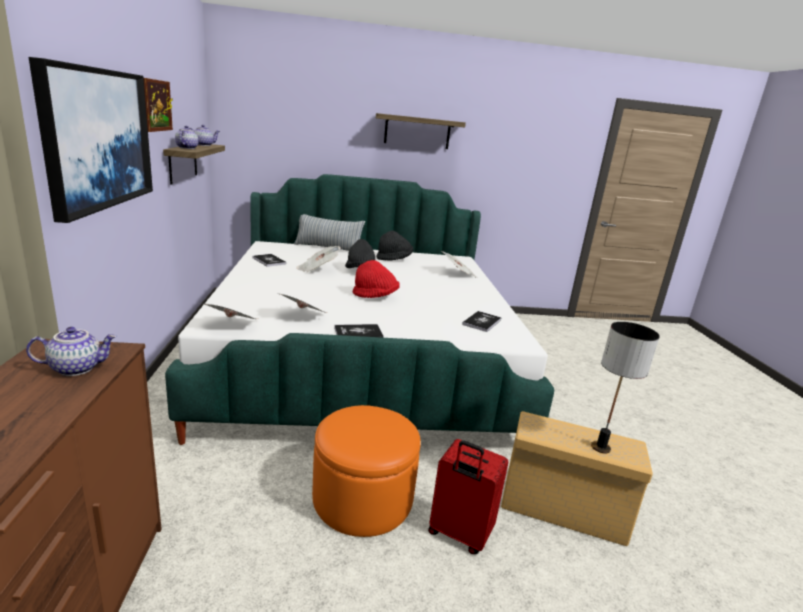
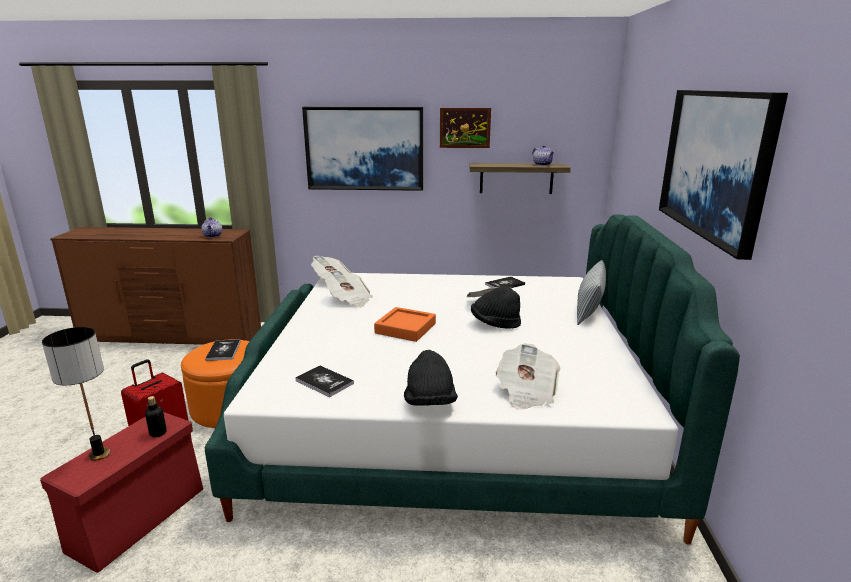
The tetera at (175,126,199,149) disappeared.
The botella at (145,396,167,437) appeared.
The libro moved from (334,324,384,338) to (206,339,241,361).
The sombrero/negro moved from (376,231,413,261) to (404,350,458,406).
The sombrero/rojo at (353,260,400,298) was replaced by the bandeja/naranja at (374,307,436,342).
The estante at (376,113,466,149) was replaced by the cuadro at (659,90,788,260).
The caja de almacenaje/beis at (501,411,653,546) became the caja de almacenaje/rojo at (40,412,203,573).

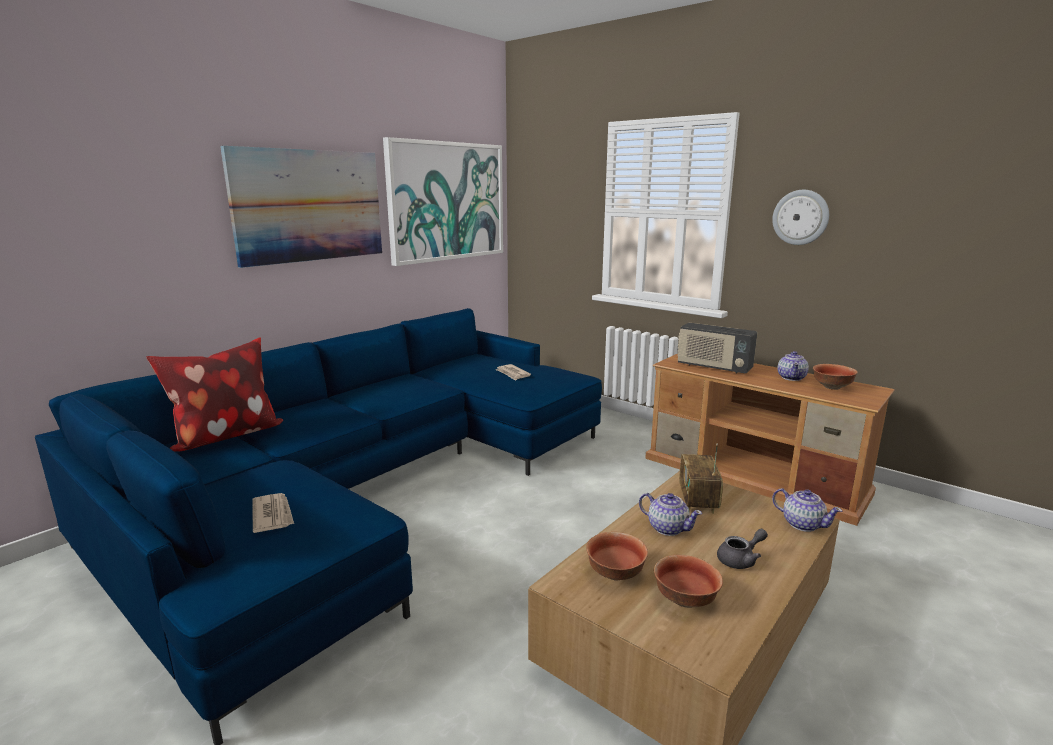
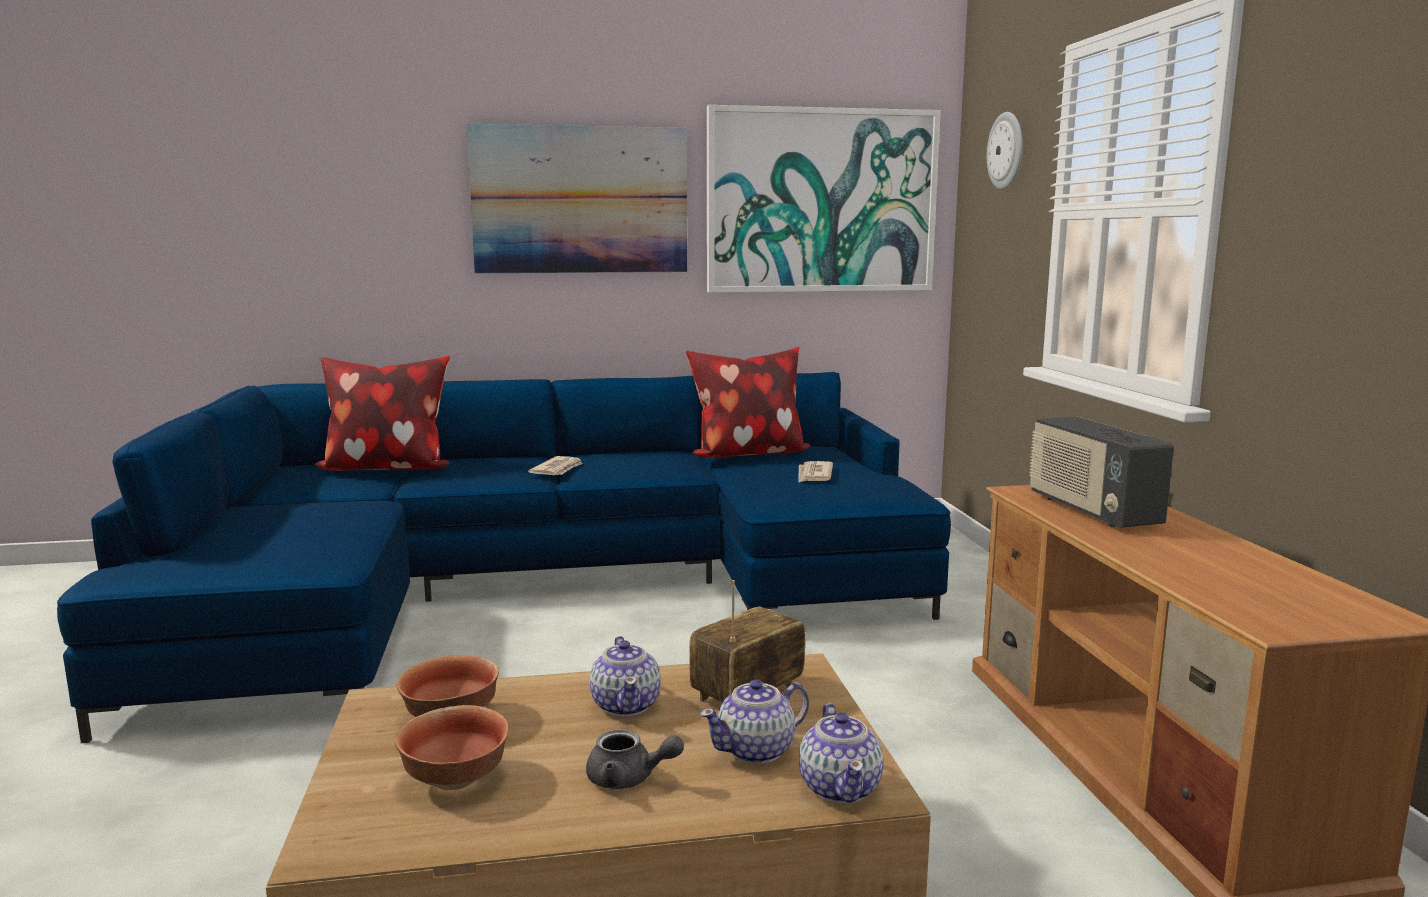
The cuenco at (813,364,858,390) disappeared.
The cojín at (686,347,810,458) appeared.
The periódico moved from (252,493,294,533) to (528,456,583,475).
The reloj de pared moved from (772,190,829,245) to (987,112,1022,189).
The tetera moved from (777,351,809,381) to (700,679,809,764).

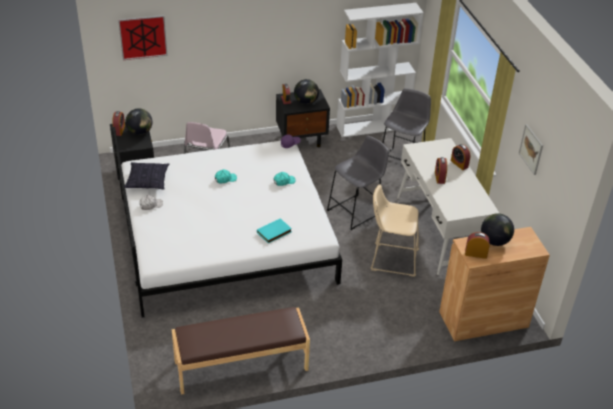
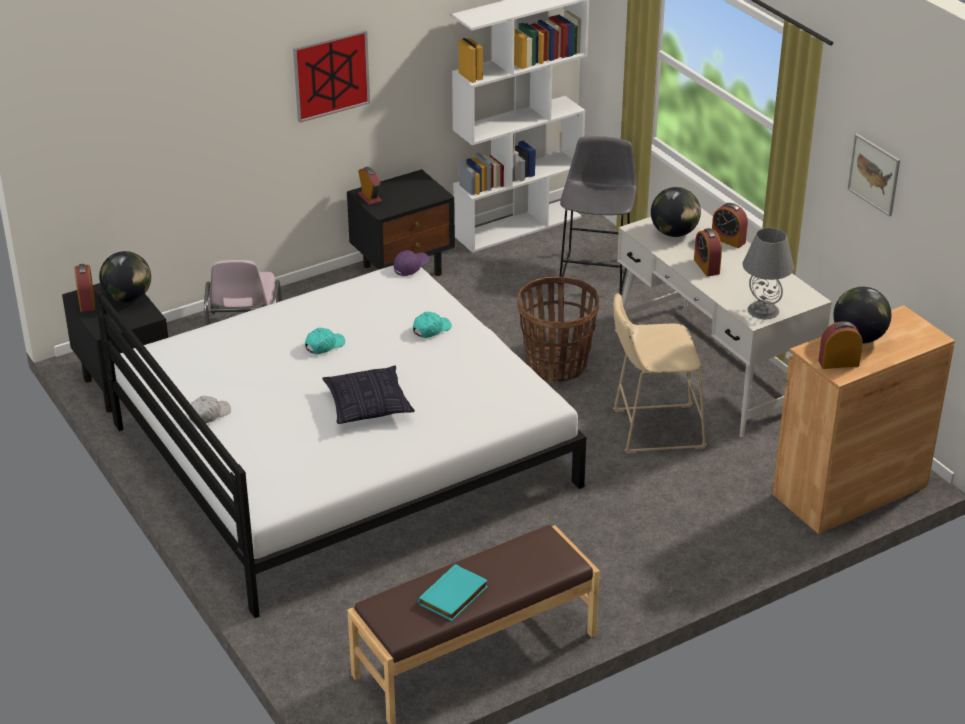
The lámpara de mesa/gris at (743,228,794,319) appeared.
The cuadro moved from (118,15,168,60) to (293,30,370,122).
The cojín moved from (125,162,170,190) to (322,366,415,424).
The libro/turquesa moved from (257,218,292,244) to (418,564,488,621).
The globo terráqueo moved from (294,79,319,105) to (651,187,701,237).
The taburete/gris at (327,136,389,230) was replaced by the cesta at (517,277,599,383).

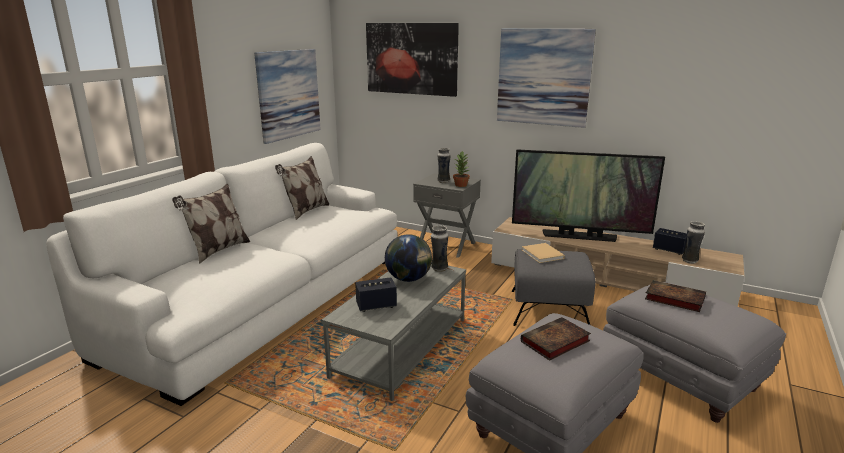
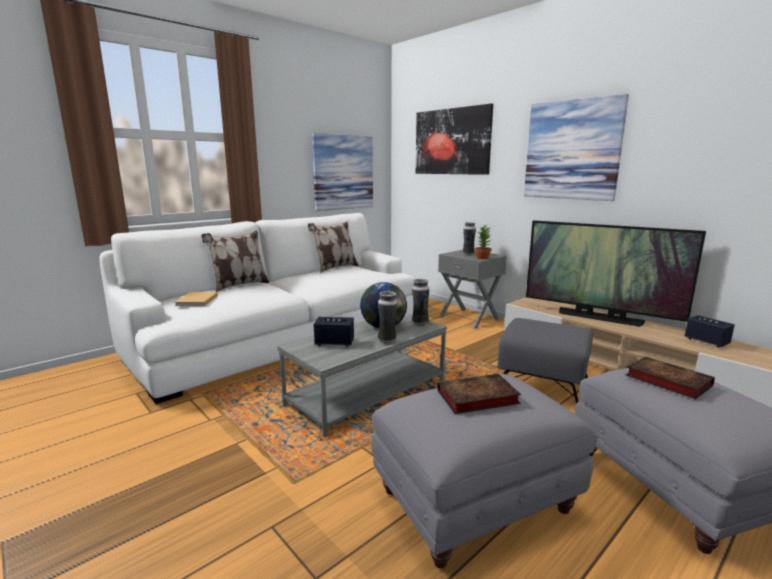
The libro/beis moved from (522,243,565,263) to (175,292,218,306).
The florero moved from (682,221,705,264) to (378,291,397,343).

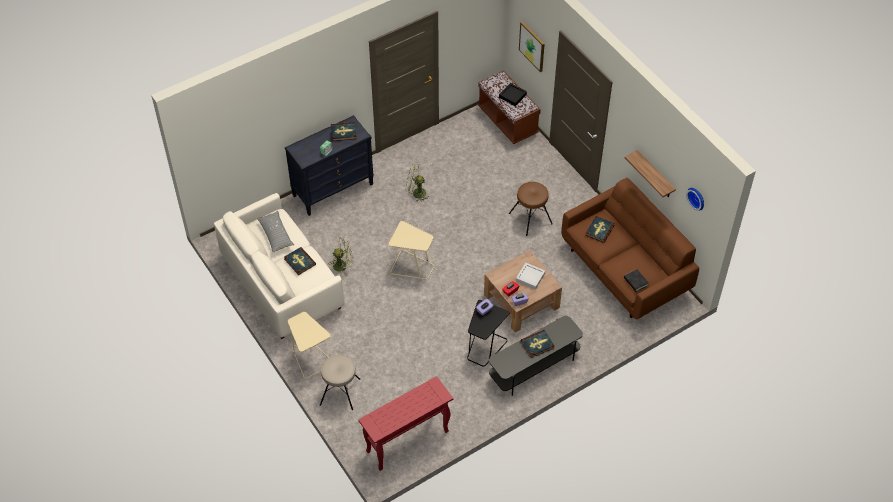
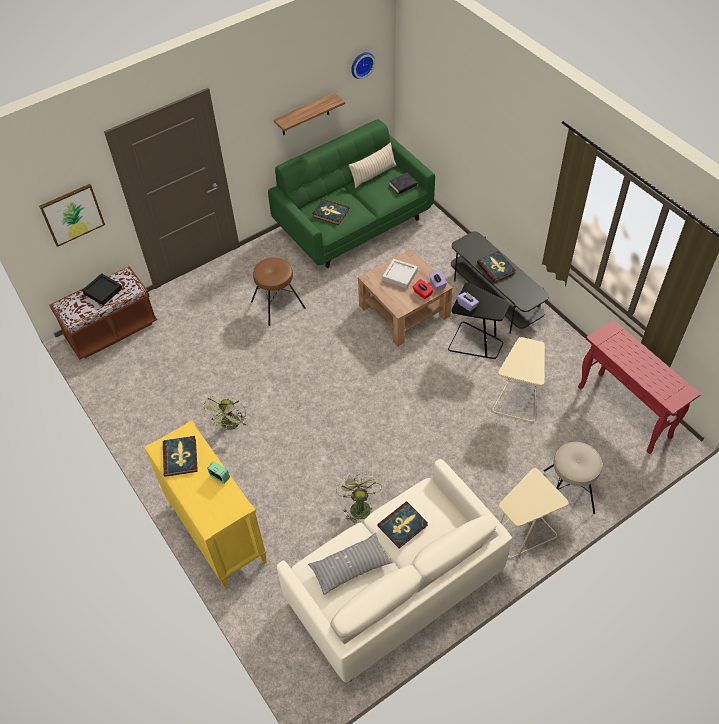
The cojín/beis at (349,142,397,188) appeared.
The mesa auxiliar/beis moved from (389,221,434,279) to (493,337,545,422).
The cómoda/negro at (285,115,374,216) became the cómoda/amarillo at (144,420,267,589).
The sofá/marrón at (561,178,699,319) became the sofá/verde at (268,119,435,268).

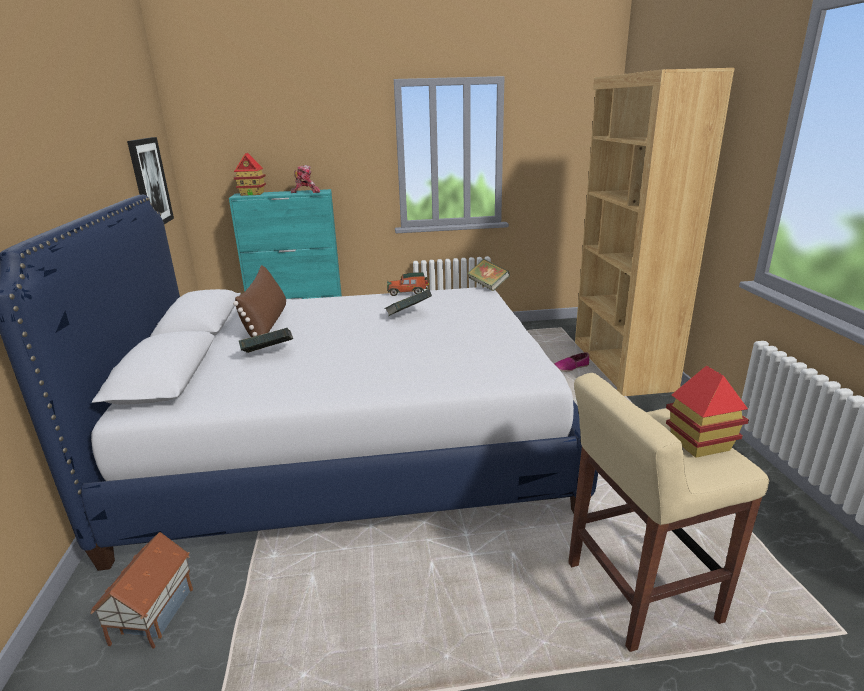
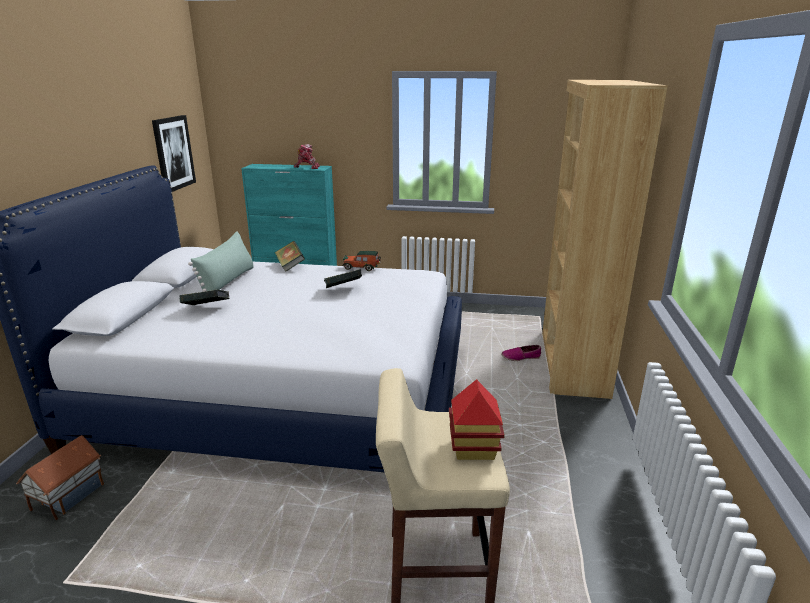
The casita at (234,153,266,196) disappeared.
The libro moved from (467,259,510,291) to (275,241,305,272).
The cojín/marrón at (233,265,286,337) became the cojín/verde at (188,231,253,292).

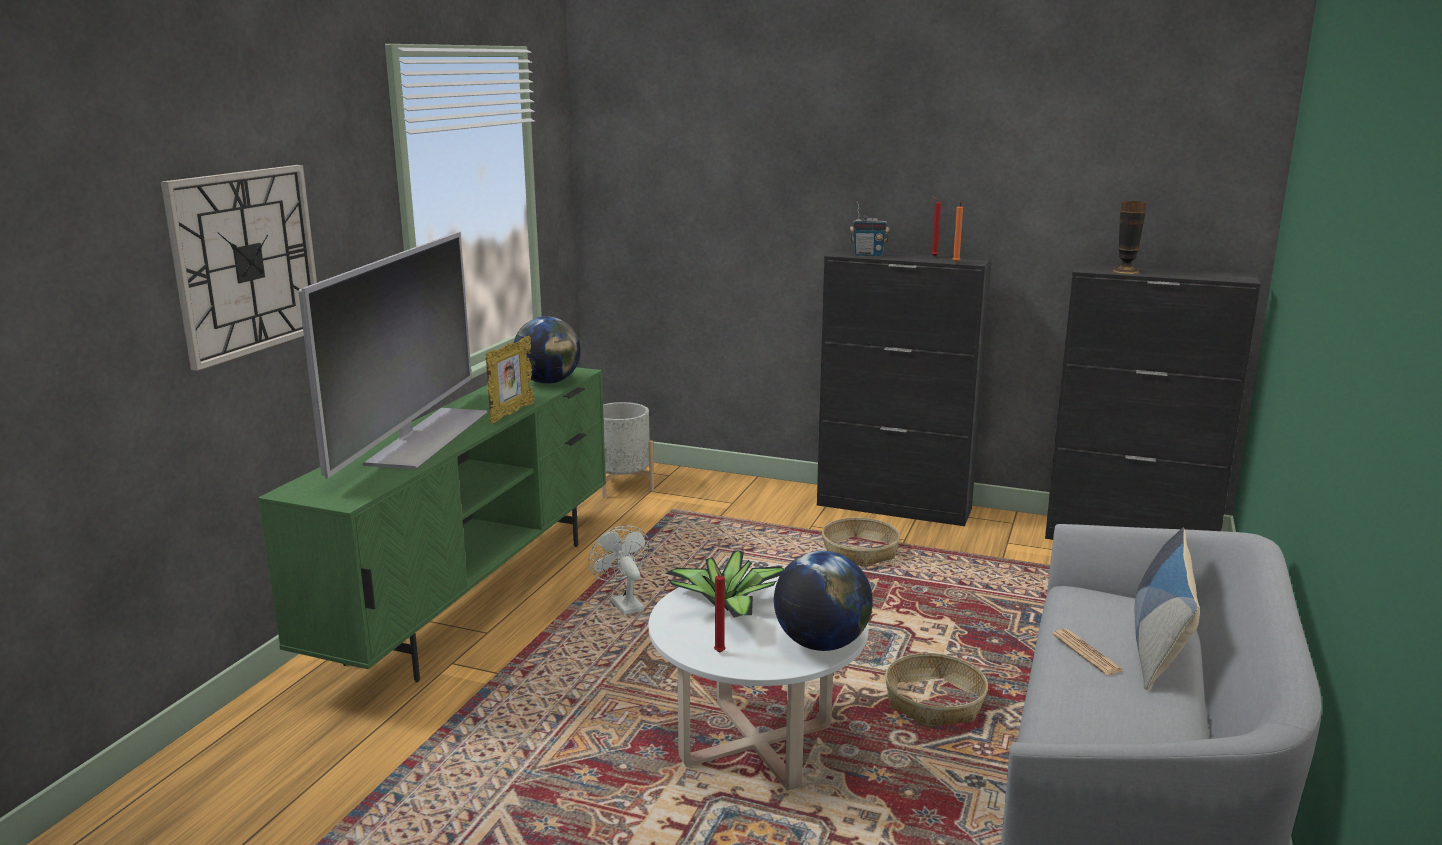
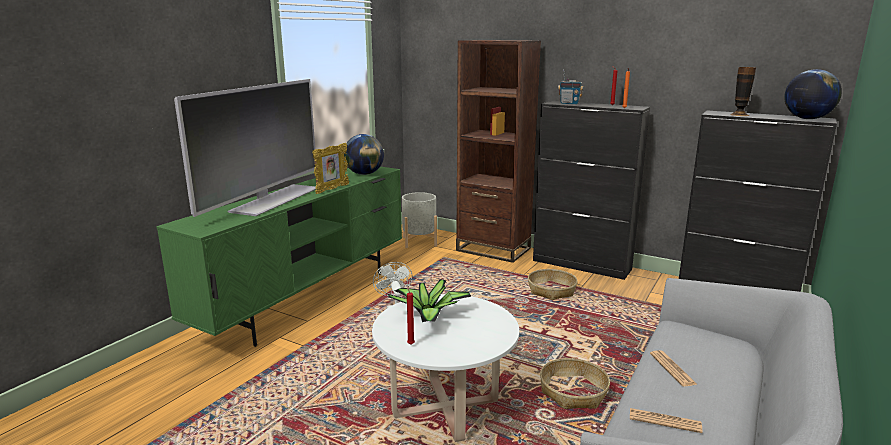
The reloj de pared at (161,165,317,371) disappeared.
The cojín at (1135,528,1200,690) disappeared.
The estantería/marrón at (456,40,541,263) appeared.
The periódico at (630,408,702,433) appeared.
The globo terráqueo moved from (774,551,873,651) to (784,69,842,119).

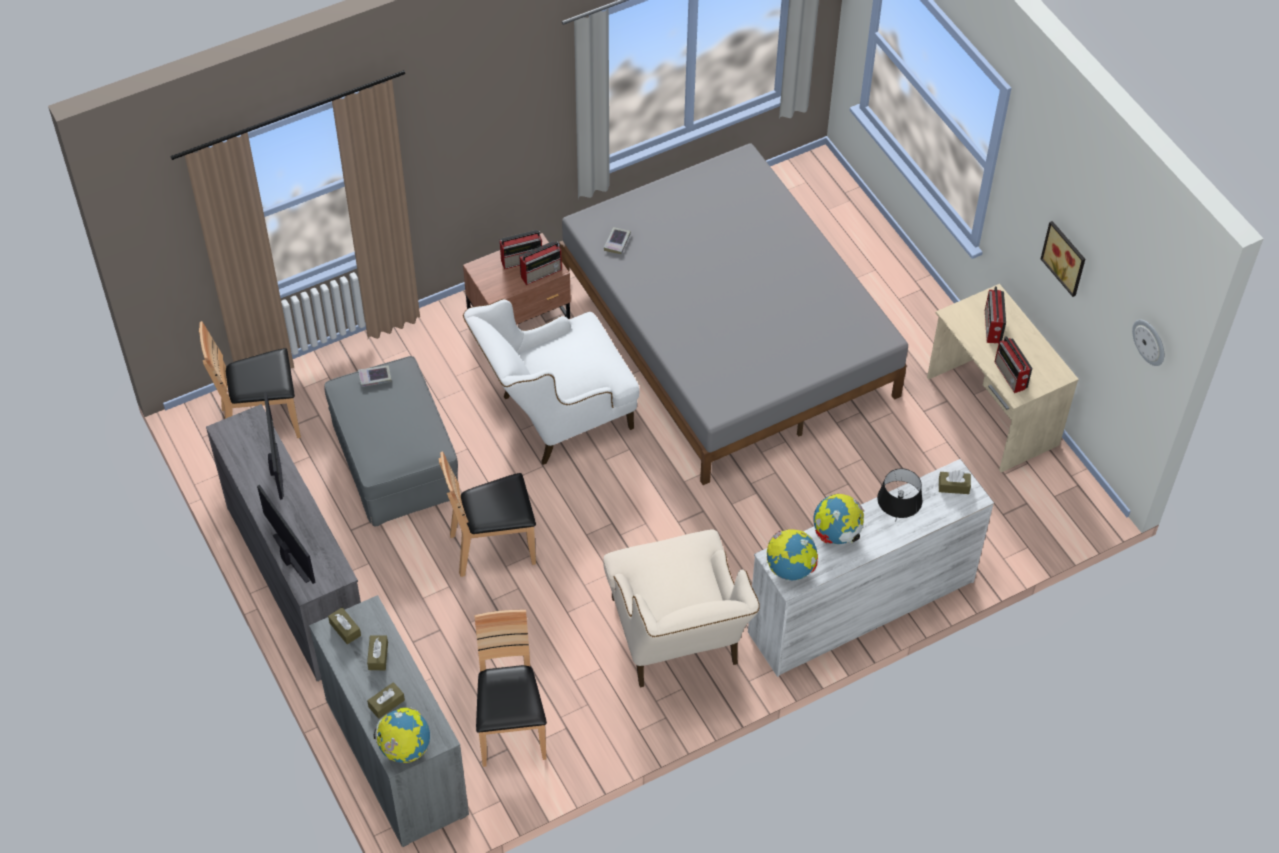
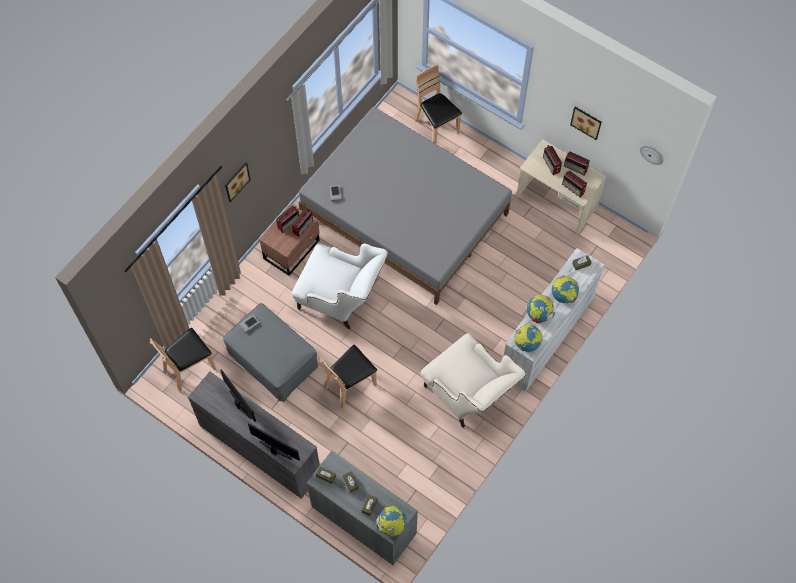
The cuadro at (225,162,251,202) appeared.
The radio at (564,151,590,176) appeared.
The silla/marrón moved from (474,610,547,767) to (415,65,462,144).
The lámpara de mesa/negro at (877,468,922,522) was replaced by the globo terráqueo at (551,275,579,303).
The sillón/blanco at (463,299,639,465) turned 105 degrees counterclockwise.

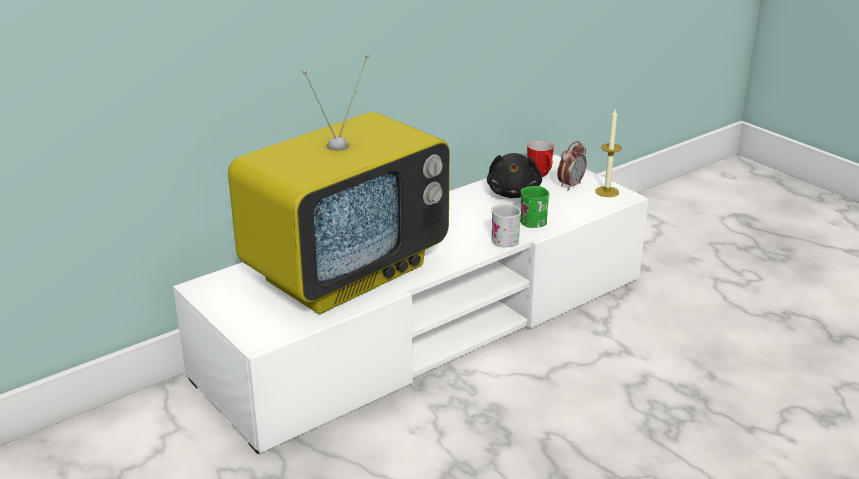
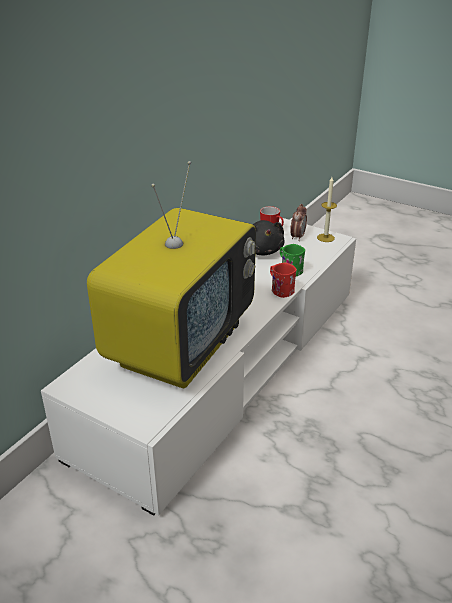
The taza grande/blanco at (491,204,521,247) became the taza grande/rojo at (270,263,297,298).

